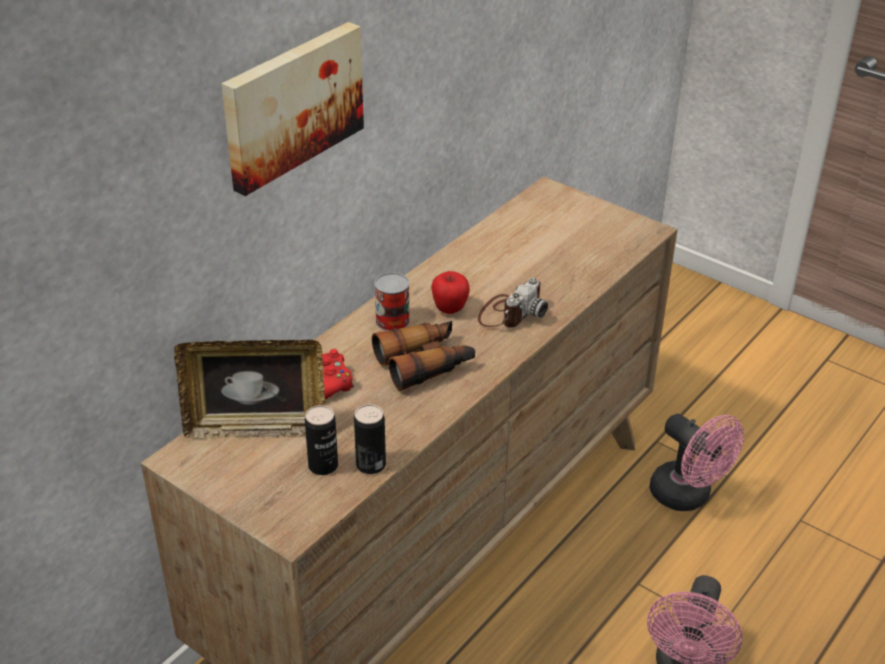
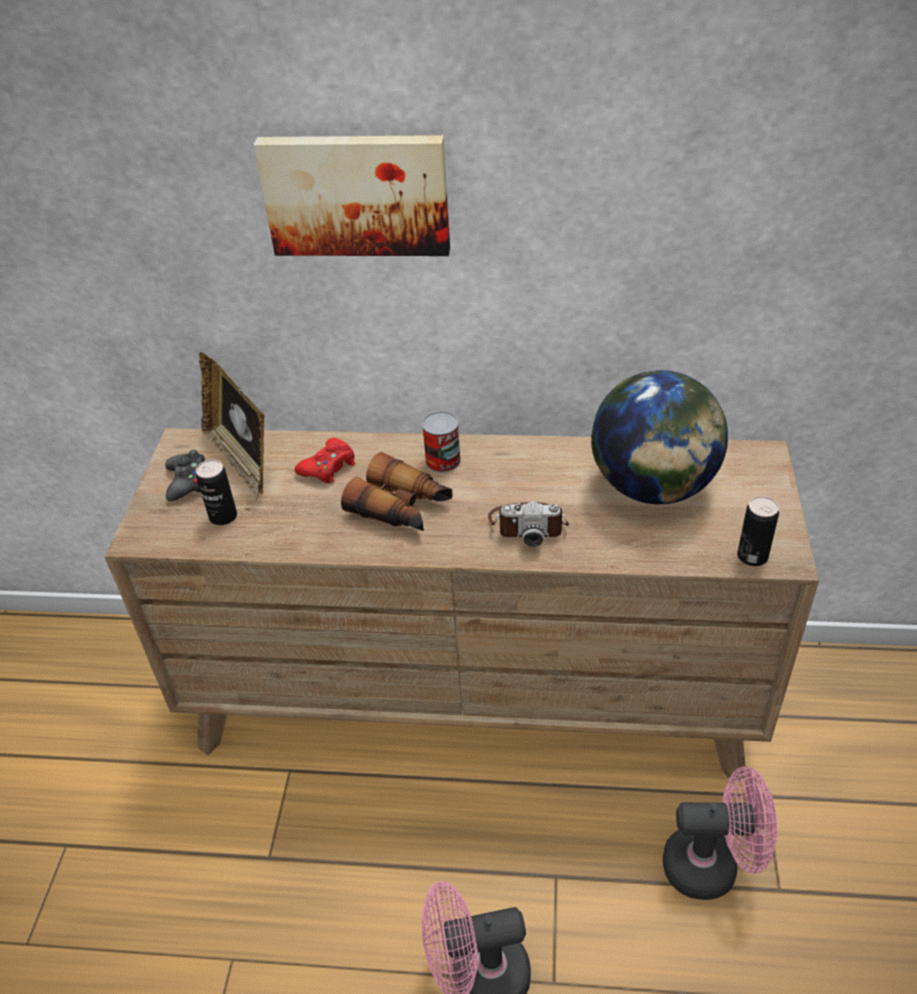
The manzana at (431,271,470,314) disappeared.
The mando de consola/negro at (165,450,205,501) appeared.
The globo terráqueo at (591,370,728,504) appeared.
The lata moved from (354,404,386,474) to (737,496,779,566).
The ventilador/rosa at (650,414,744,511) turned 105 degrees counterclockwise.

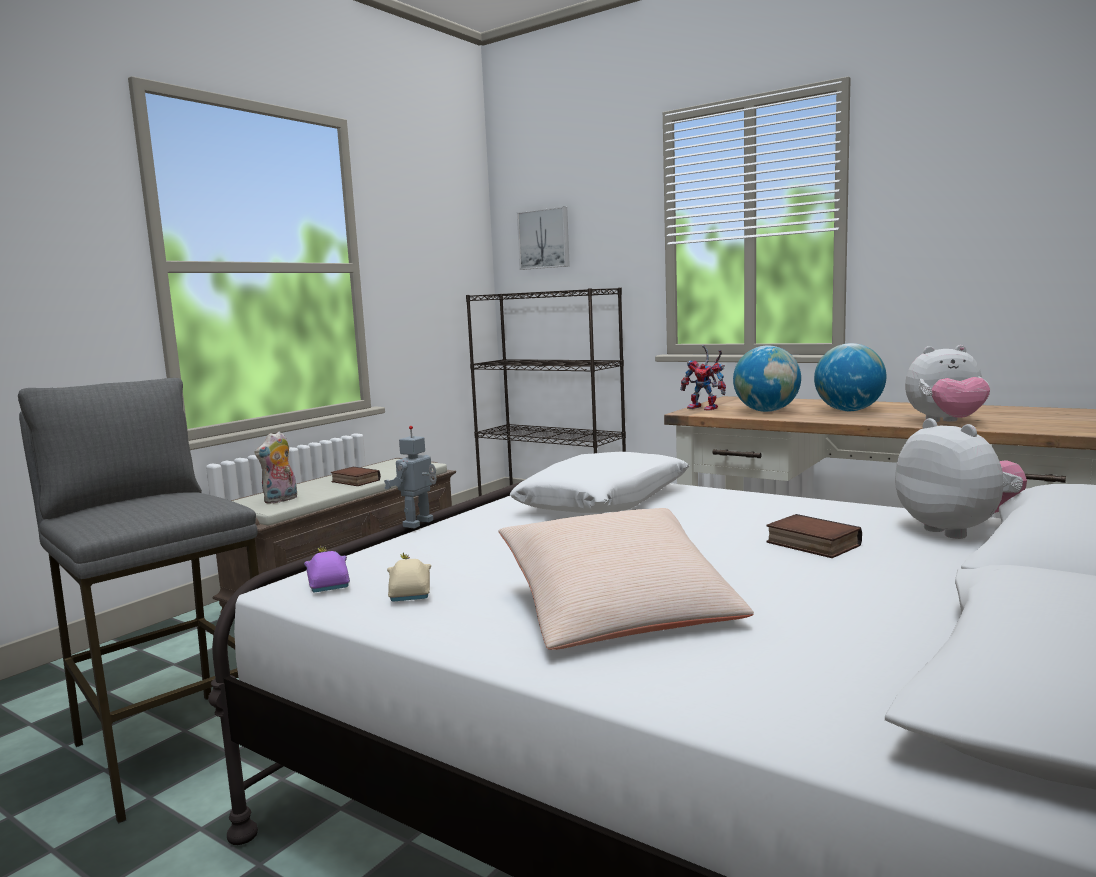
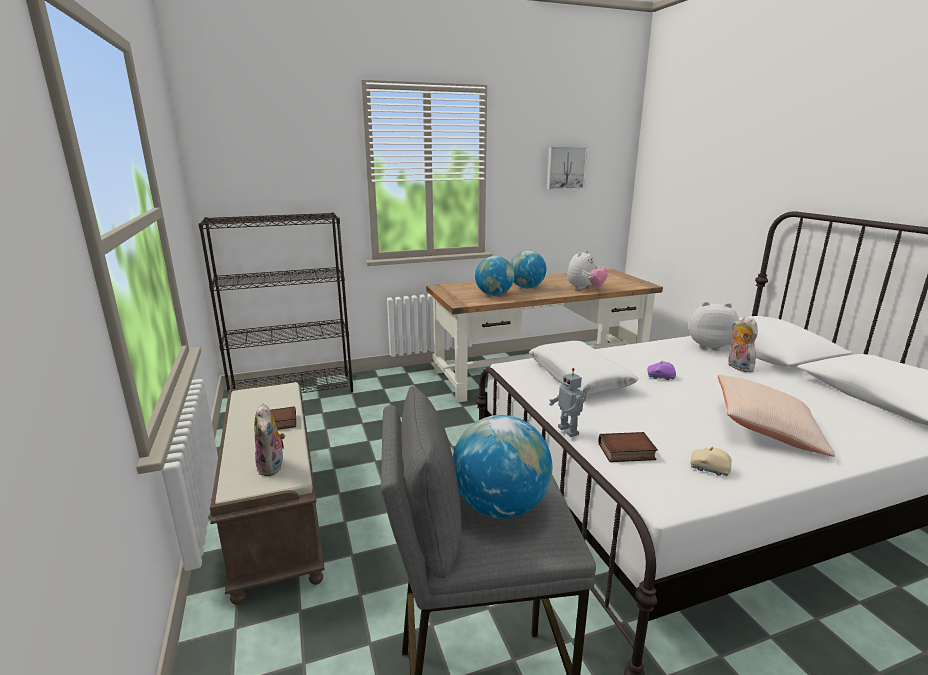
The robot de juguete at (680,345,726,411) disappeared.
The globo terráqueo at (453,415,552,519) appeared.
The peluche at (728,316,758,372) appeared.
The coche de juguete/morado moved from (304,546,350,592) to (647,362,676,380).
The cuadro moved from (517,206,570,270) to (547,147,587,190).
The libro moved from (766,514,862,558) to (599,432,658,462).

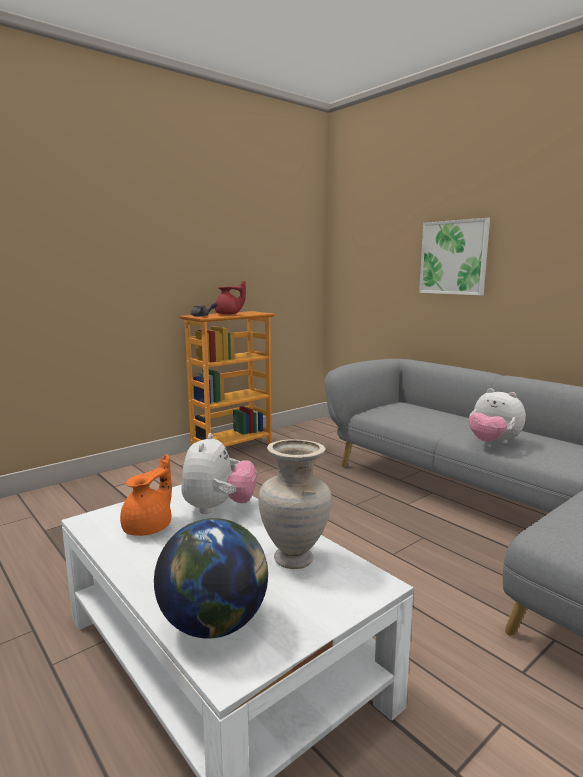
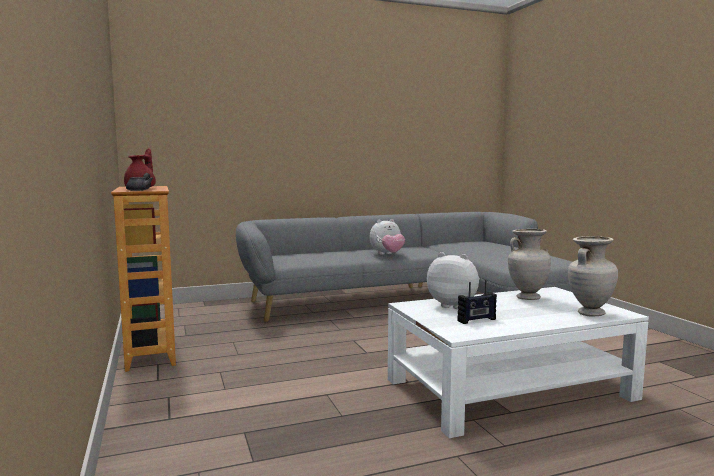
The cuadro at (419,218,490,295) disappeared.
The tetera/naranja at (120,454,172,536) was replaced by the radio at (457,280,497,324).
The globo terráqueo at (154,518,268,639) was replaced by the florero/beis at (568,236,618,316).

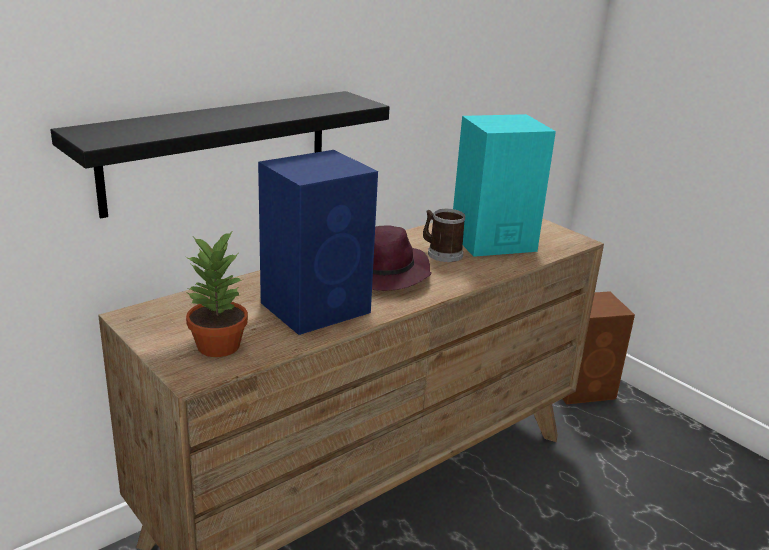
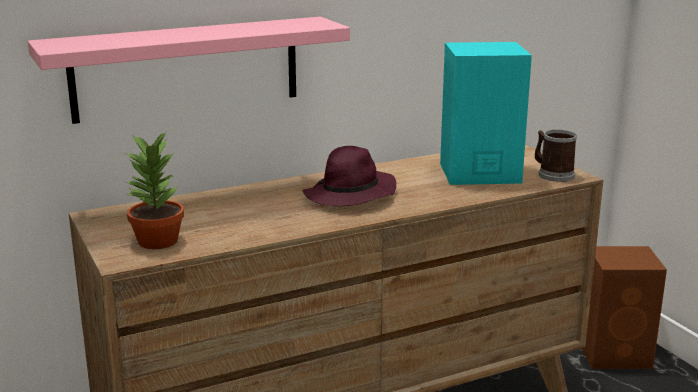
The altavoz/azul at (258,150,378,335) disappeared.
The taza grande moved from (423,209,465,262) to (535,130,577,182).
The estante/negro at (51,91,389,219) became the estante/rosa at (28,17,350,124).

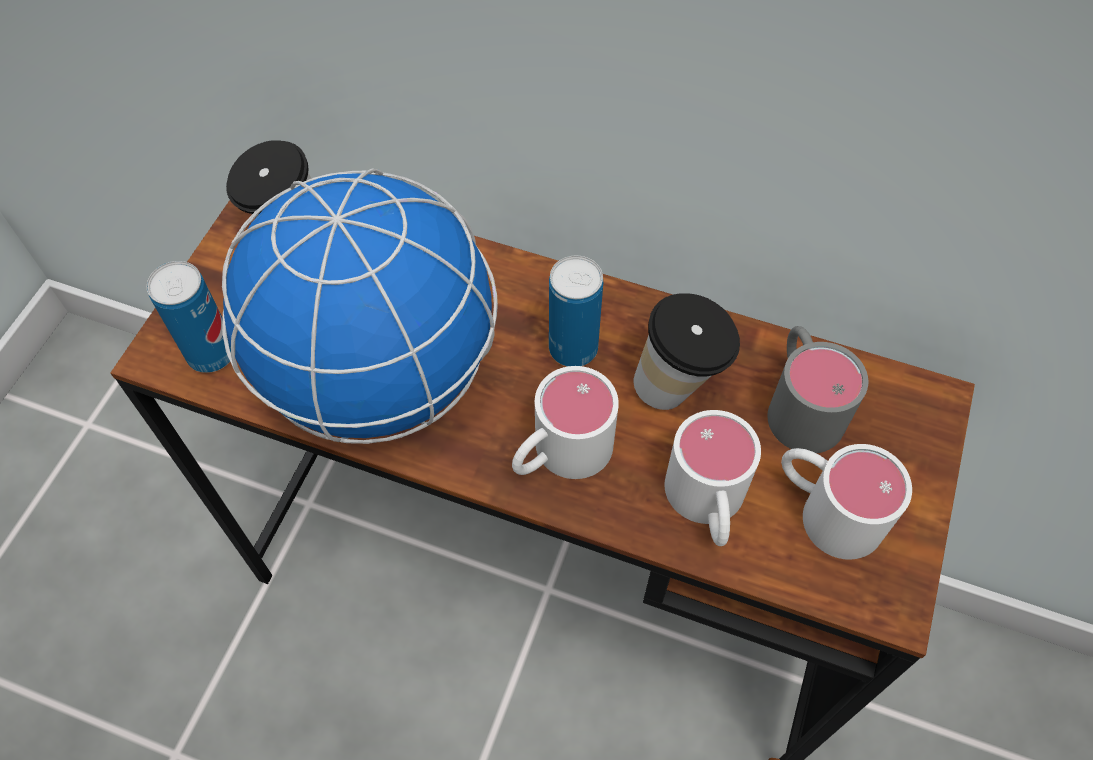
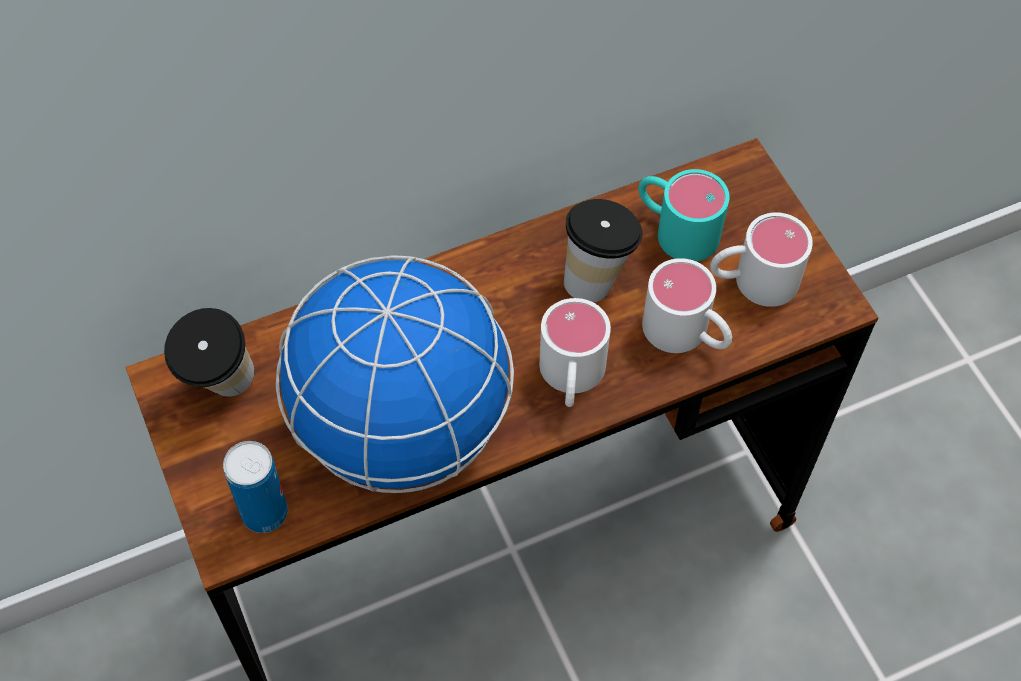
The lata at (549,256,603,367) disappeared.
The taza grande/gris at (767,326,868,453) became the taza grande/turquesa at (638,169,729,262).

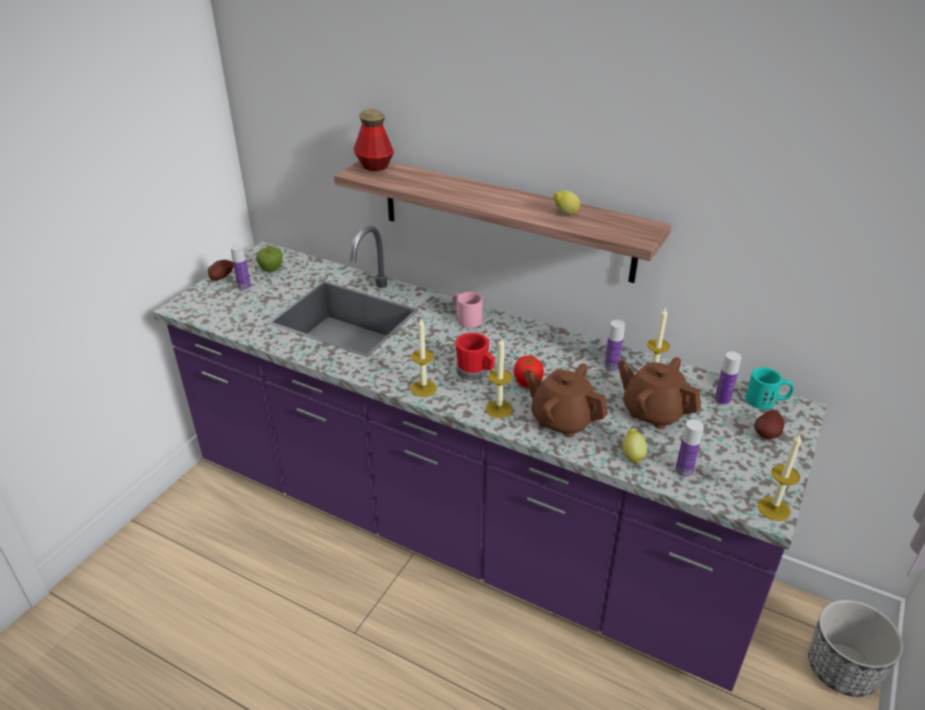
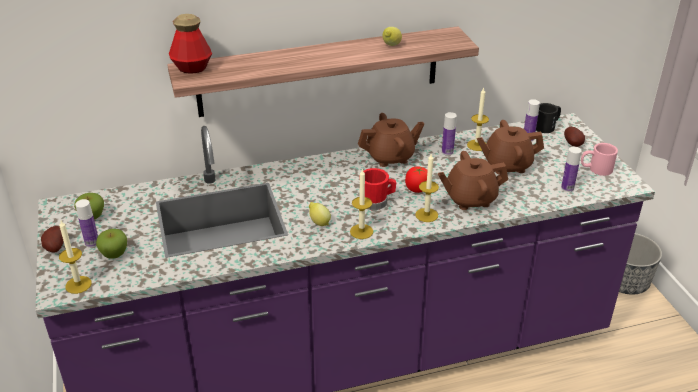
The manzana at (96,229,127,259) appeared.
The tetera/marrón at (358,113,424,167) appeared.
The taza grande/rosa moved from (452,292,483,328) to (581,143,618,176).
The limón moved from (622,428,648,464) to (309,202,331,226).
The vela moved from (758,434,801,521) to (59,220,92,294).
The taza grande/turquesa at (745,367,794,409) became the taza grande/negro at (536,103,561,133).

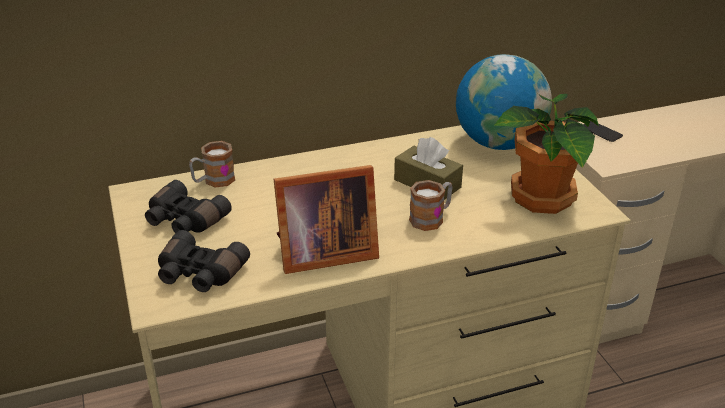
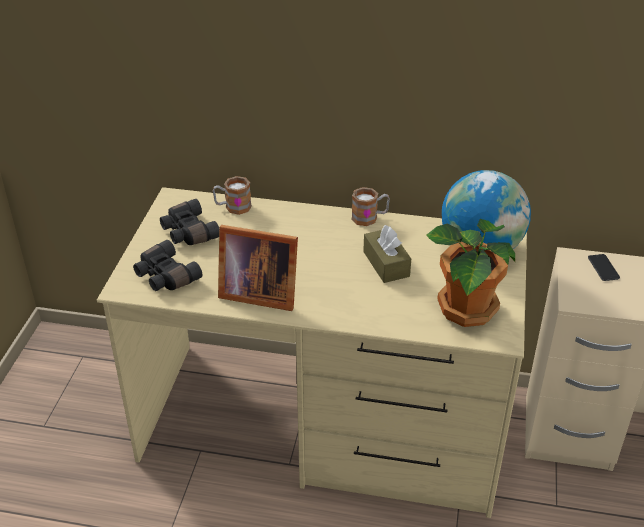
The taza grande moved from (409,180,453,231) to (351,187,390,226).

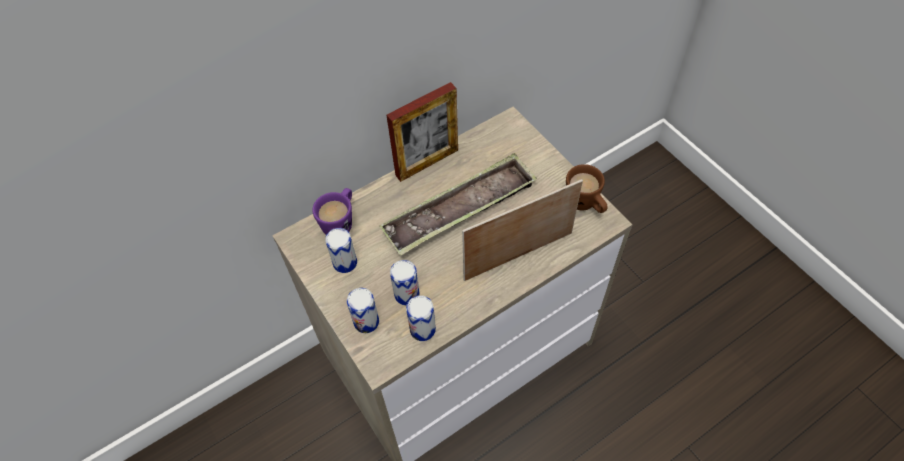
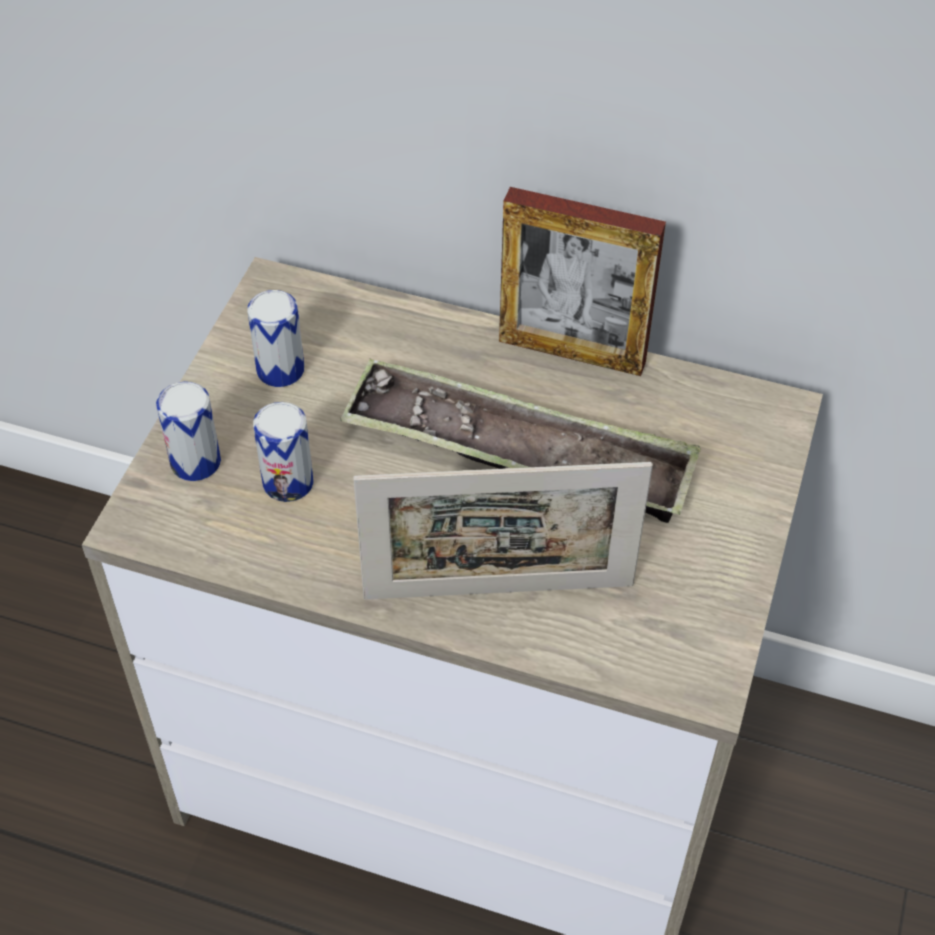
The taza grande/morado at (312,188,352,235) disappeared.
The lata at (406,295,436,341) disappeared.
The taza grande/marrón at (566,164,608,213) disappeared.
The portarretratos at (462,179,583,281) turned 150 degrees clockwise.

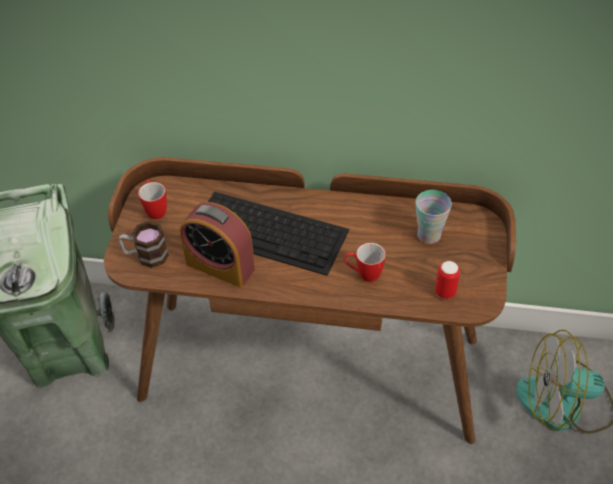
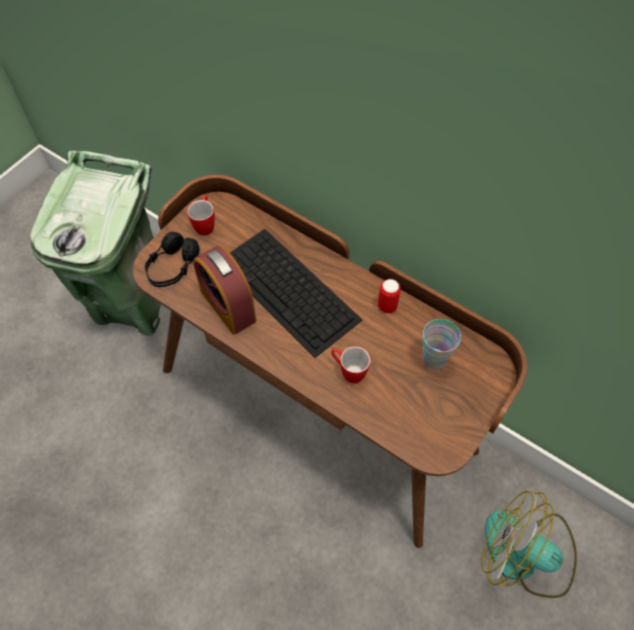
The lata moved from (435,261,460,299) to (378,279,401,313).
The taza grande at (119,221,169,268) was replaced by the auriculares/negro at (145,232,199,287).

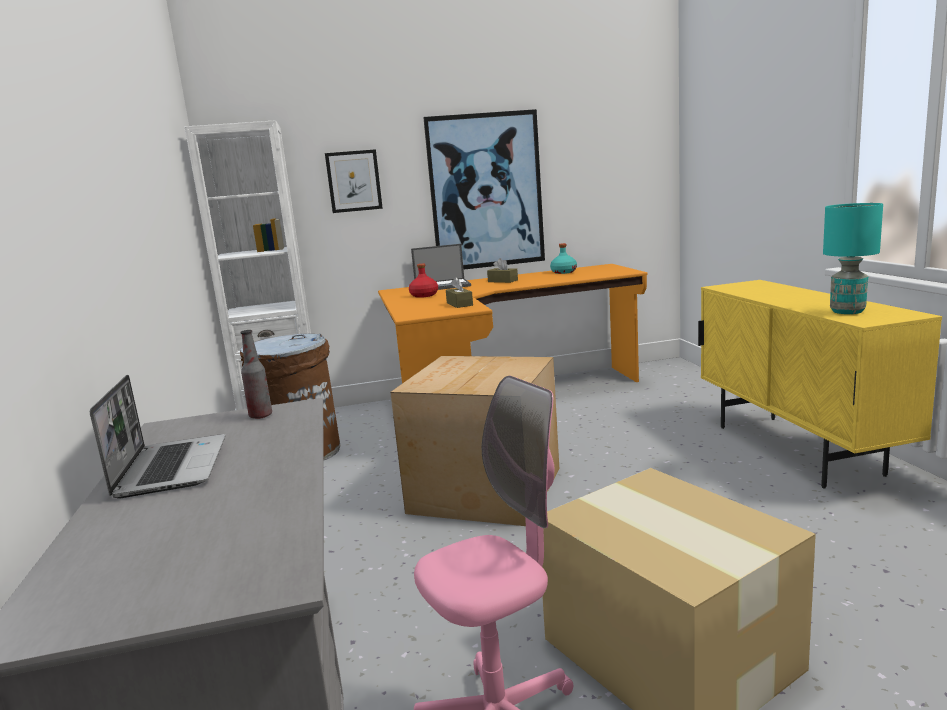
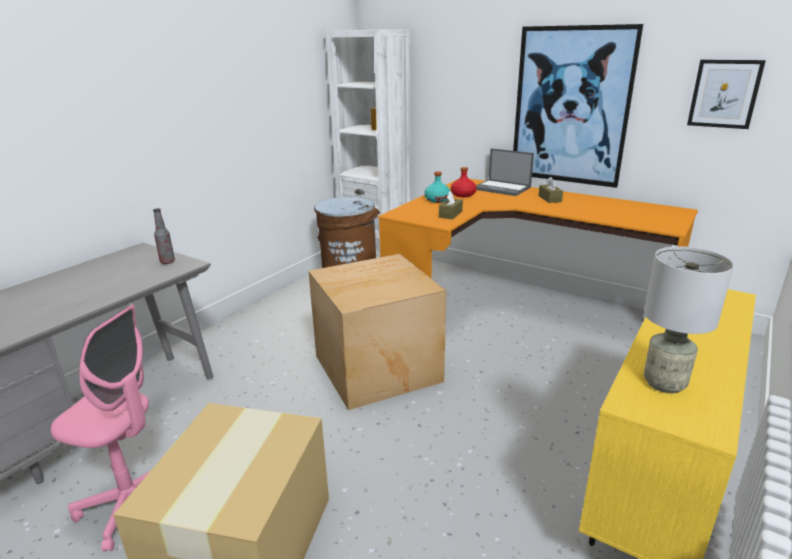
The portátil at (90,375,225,498) disappeared.
The cuadro moved from (325,149,383,213) to (687,60,766,129).
The botella/turquesa moved from (550,243,577,274) to (424,171,450,203).
The lámpara de mesa/turquesa at (823,203,883,314) became the lámpara de mesa/gris at (644,246,734,393).

